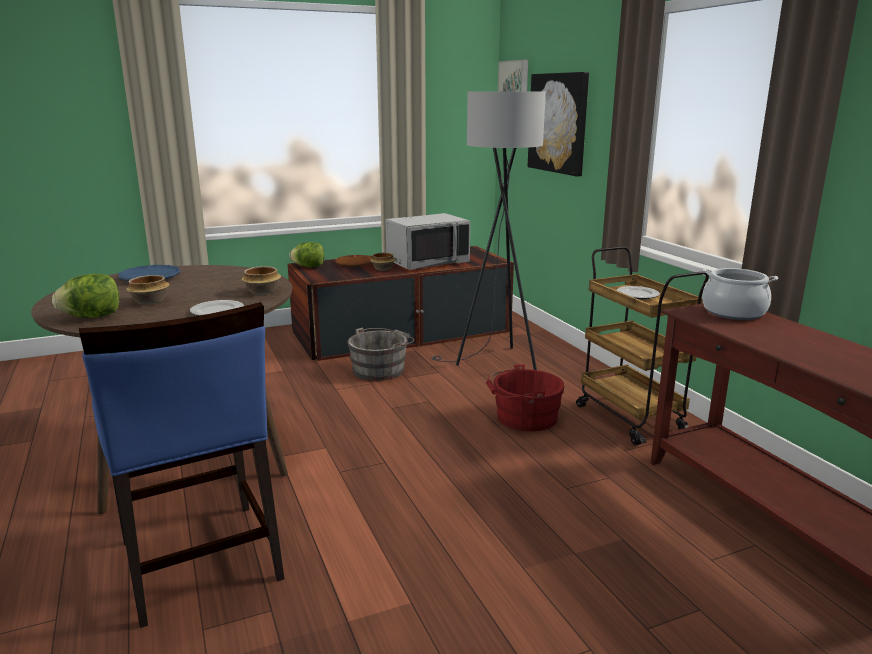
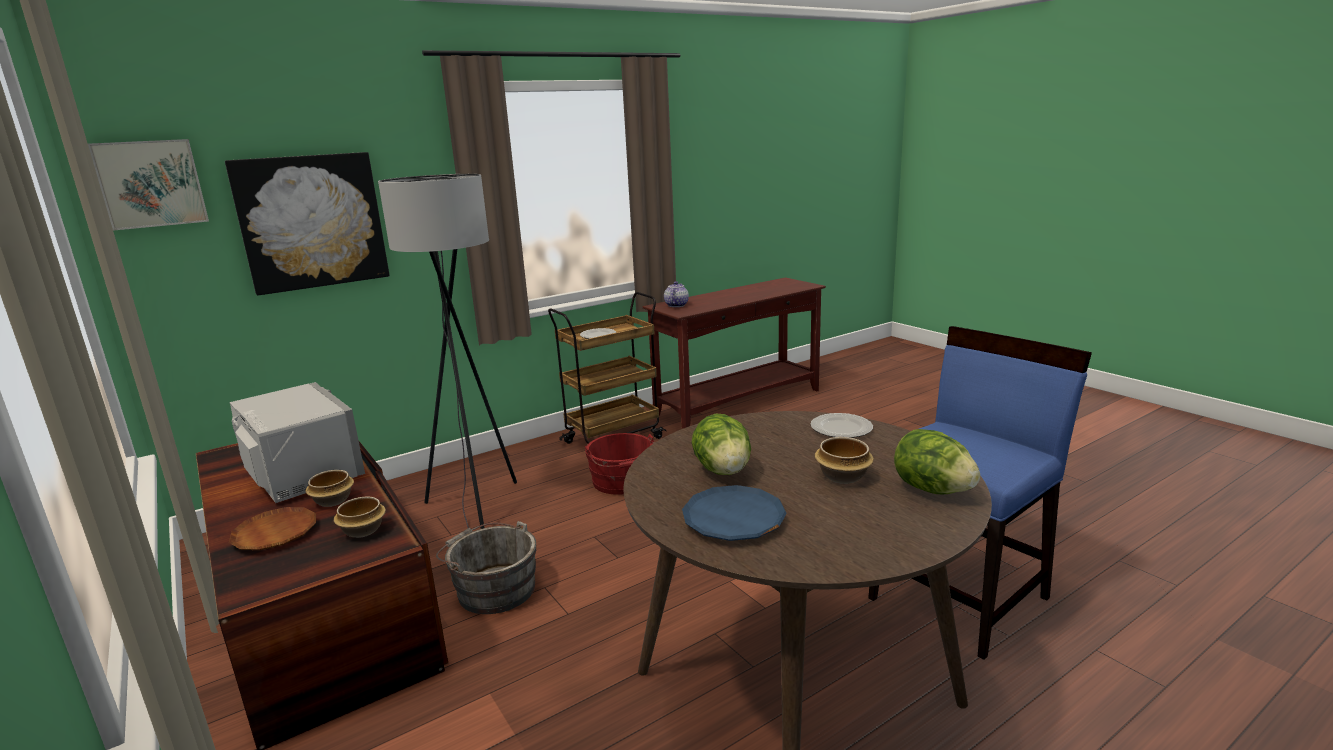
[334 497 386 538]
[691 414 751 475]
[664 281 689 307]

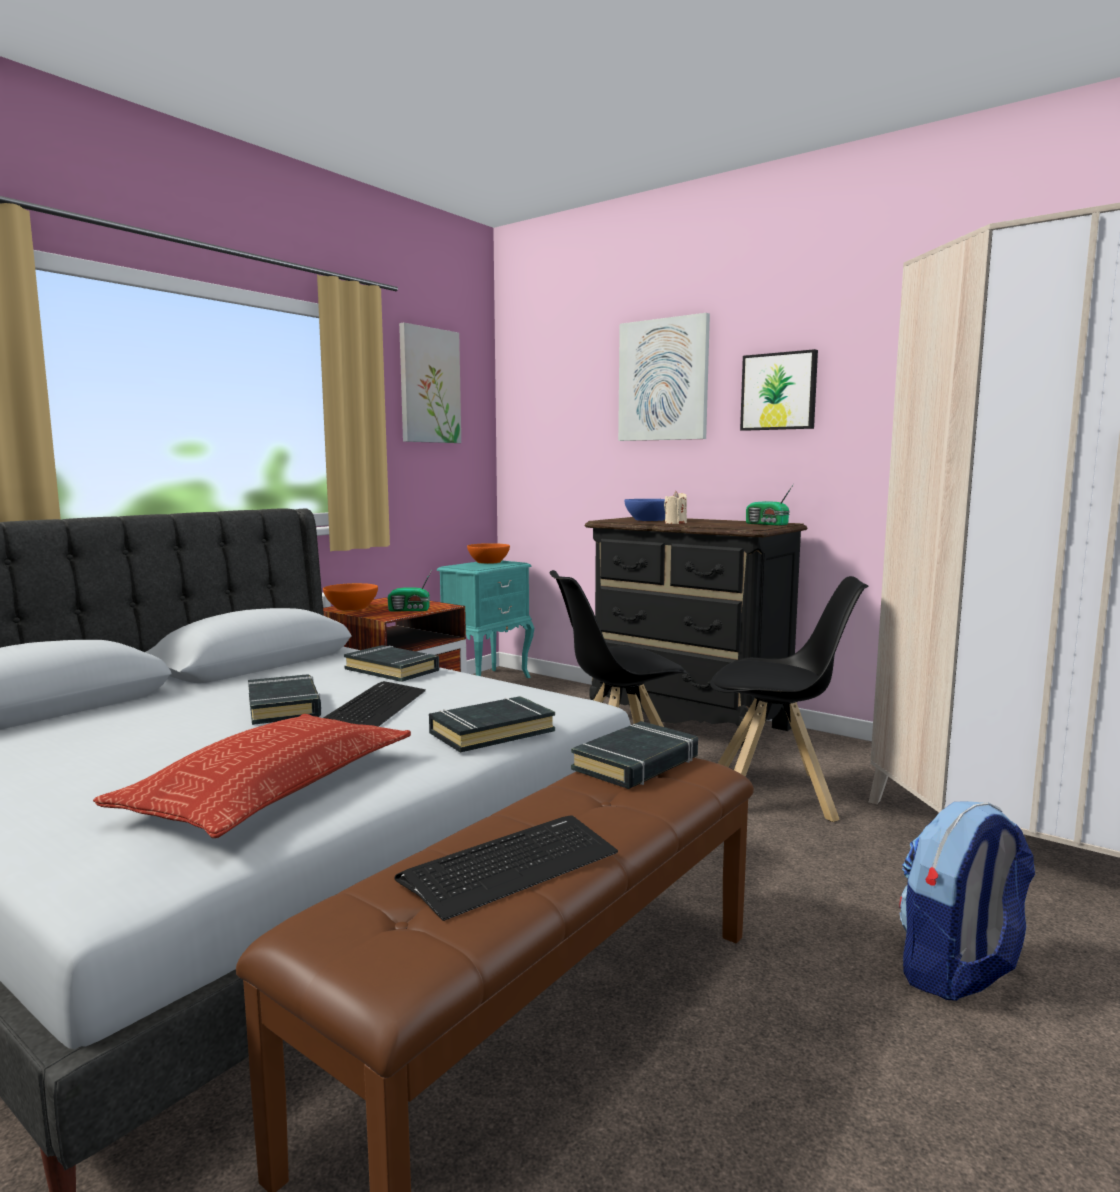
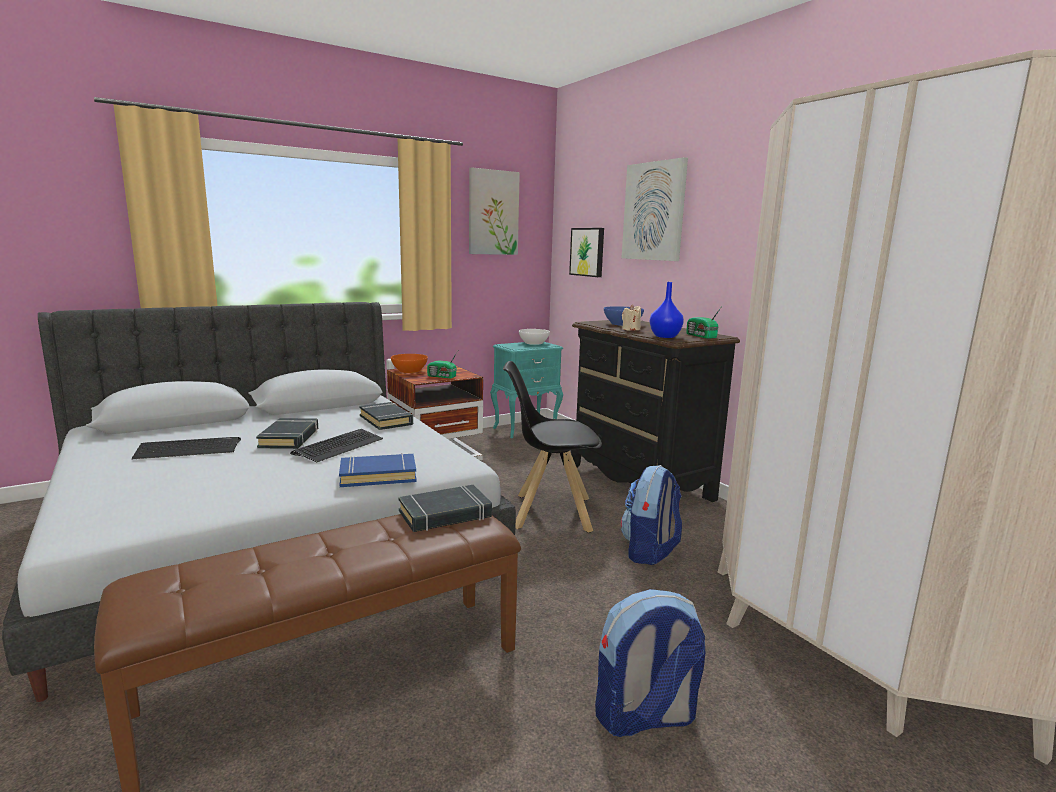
[93 714 411 838] (first image)
[132 437 241 459]
[339 453 417 487]
[519 329 550 345]
[621 465 682 565]
[569 228 604 277]
[650 282 684 338]

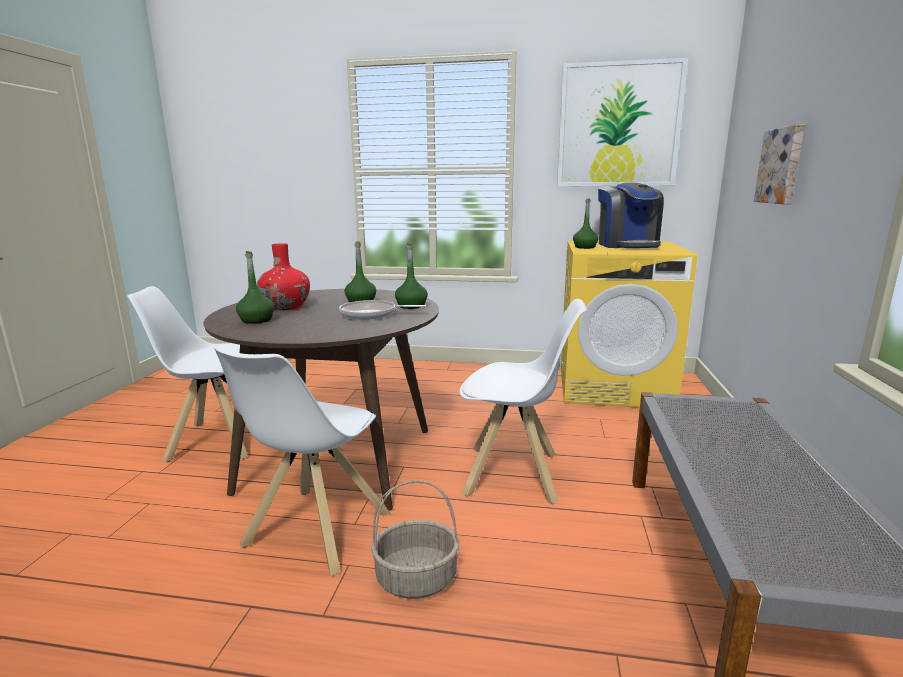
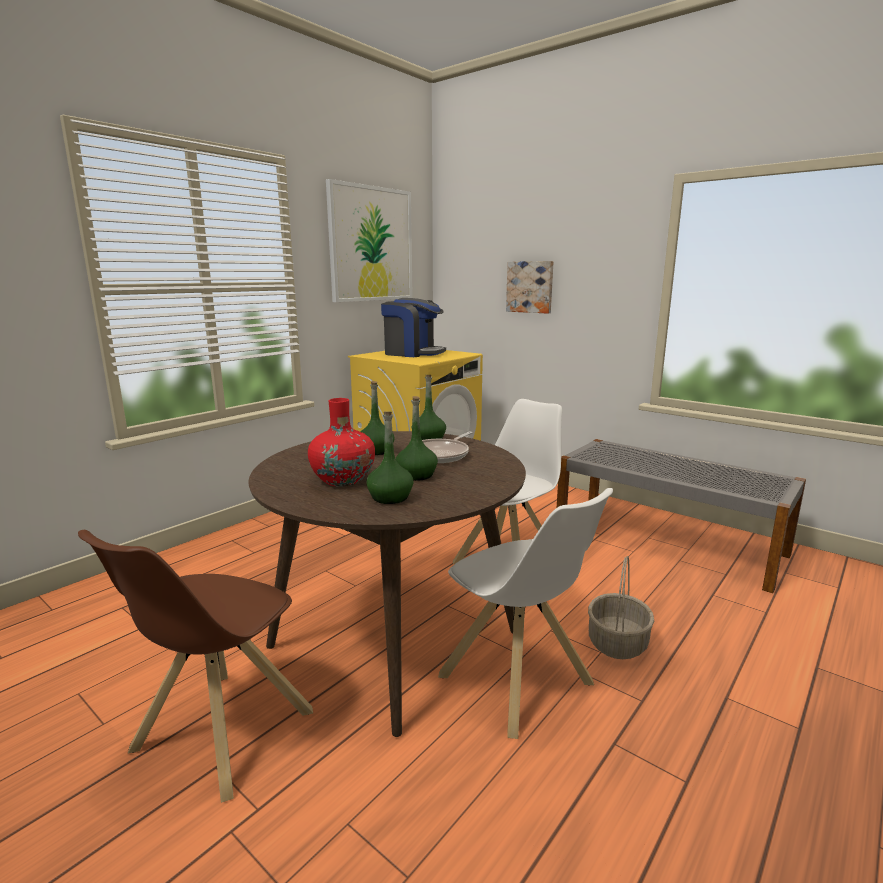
[78 530 313 803]
[396 396 438 481]

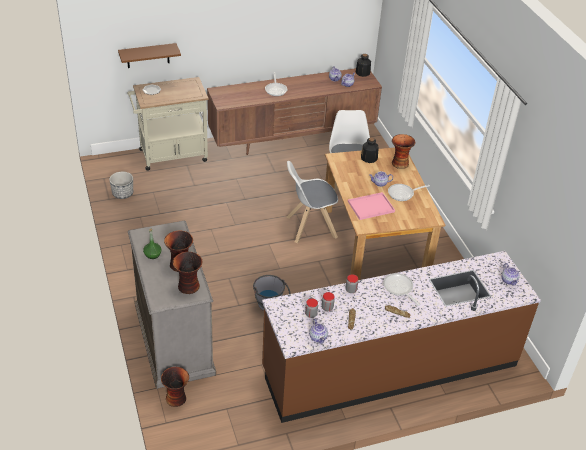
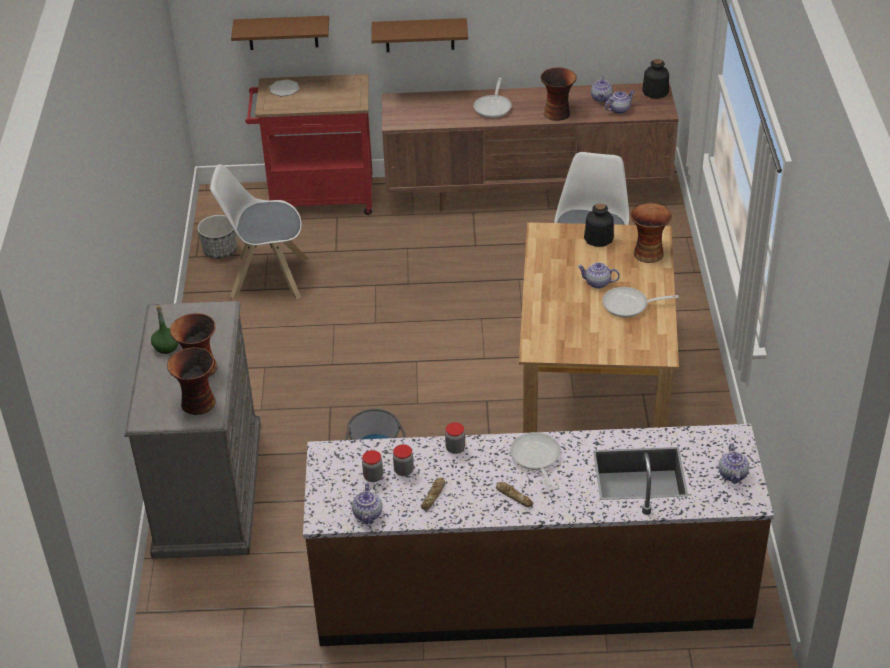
[245 74 372 215]
[541 67 577 121]
[210 164 309 299]
[348 192 395 220] (first image)
[371 18 468 52]

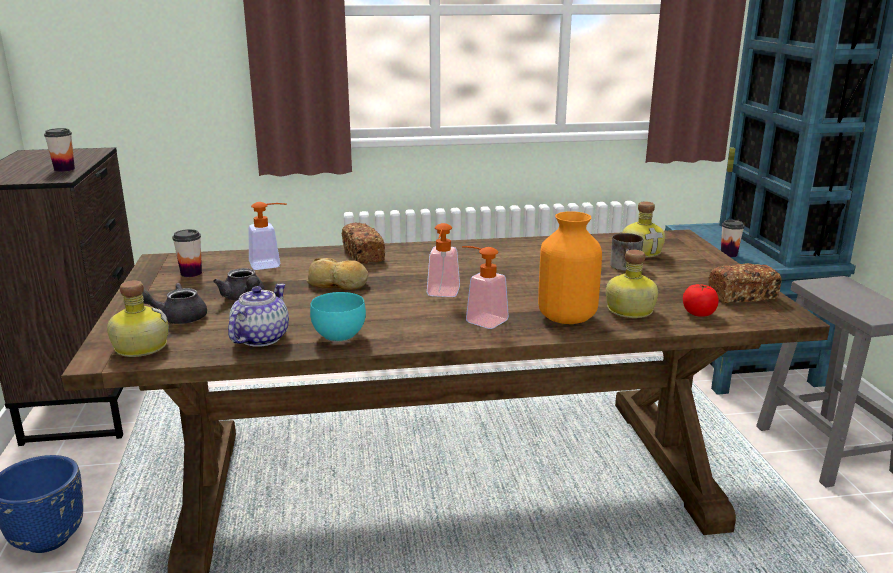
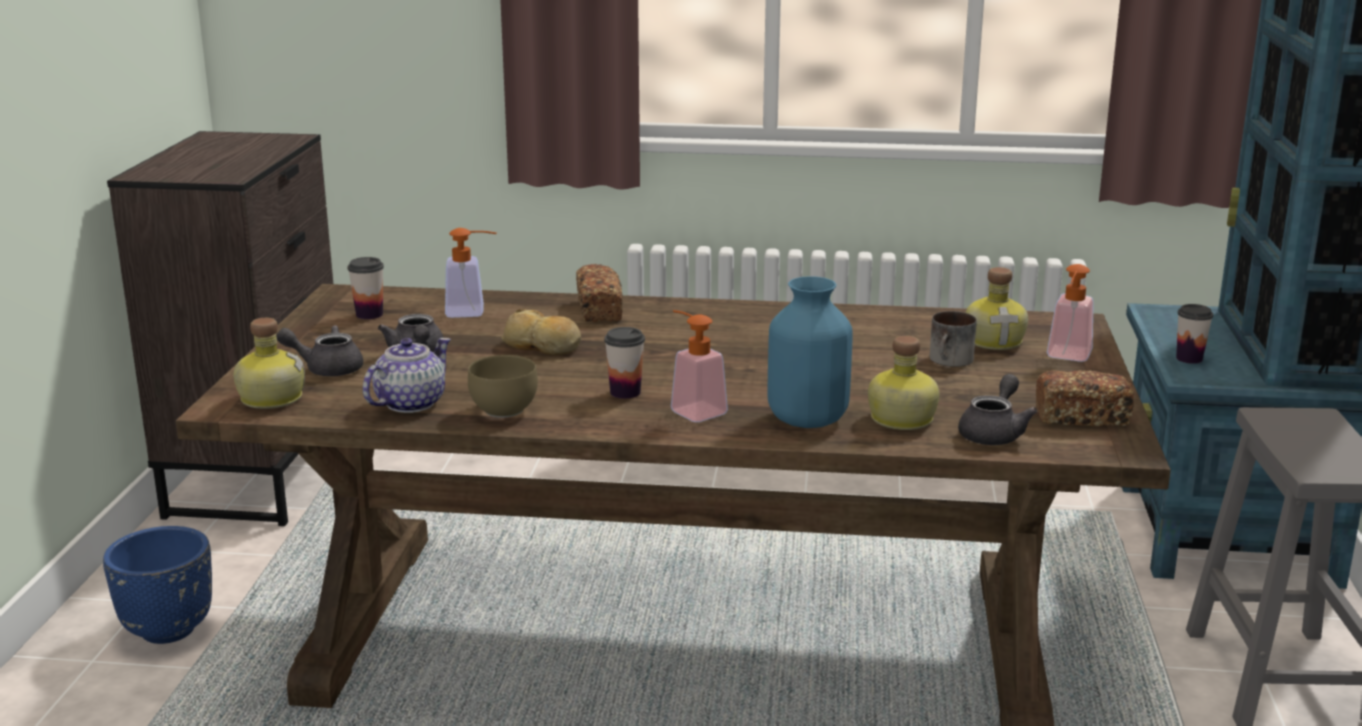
[604 327 645 399]
[468 355 538 418]
[1047 264 1094 362]
[768 276 853 428]
[958 374 1037 445]

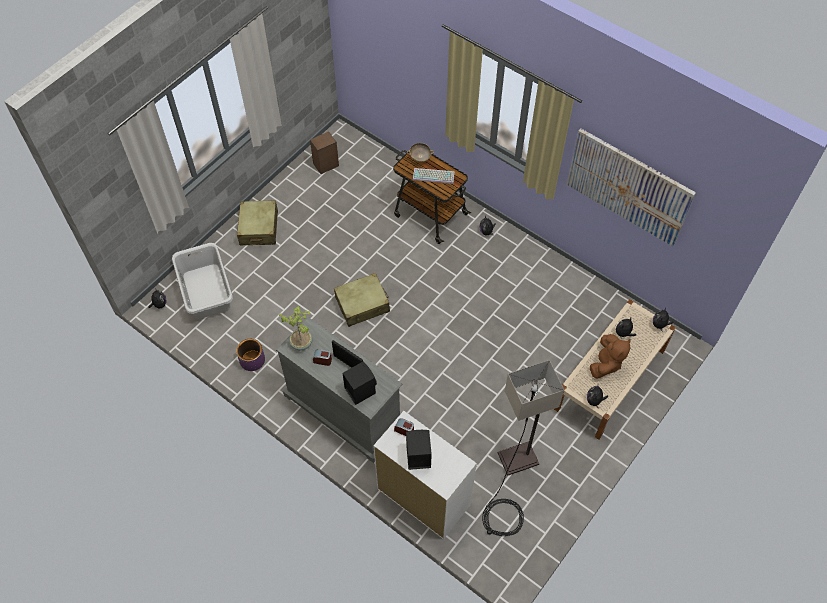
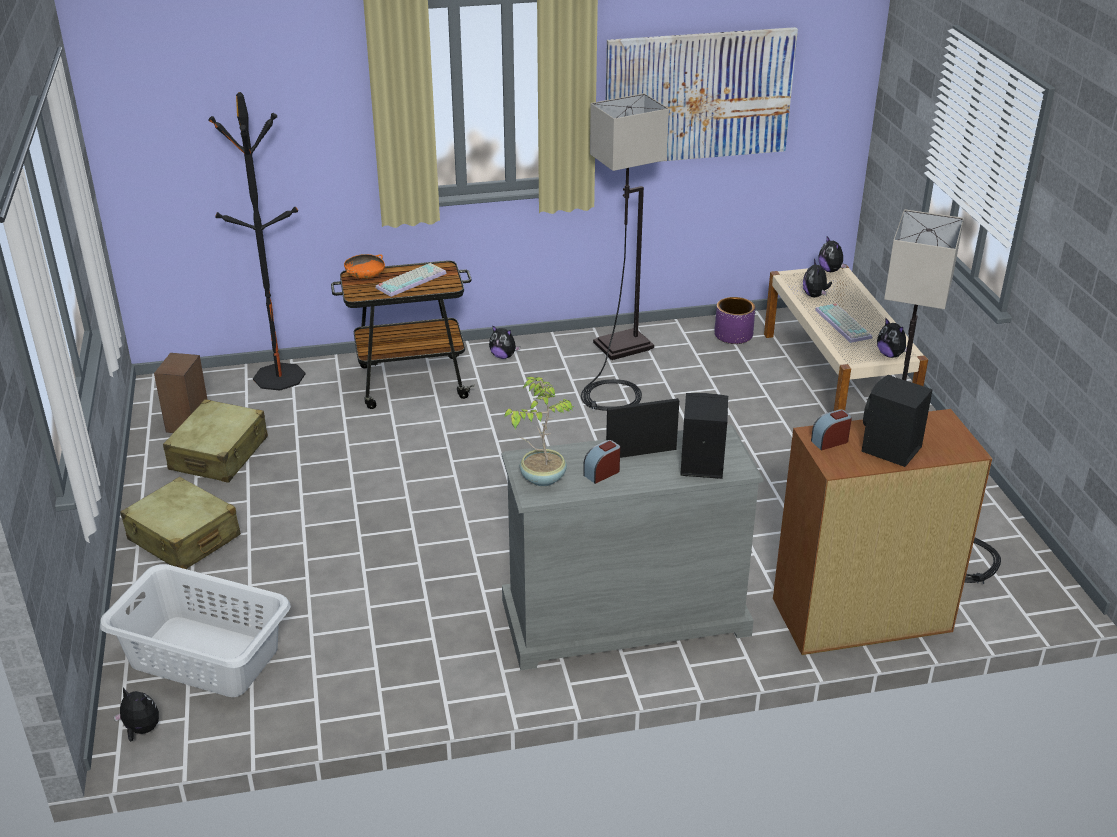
[714 297 755 344]
[163 399 268 483]
[773 409 992 655]
[344 254 385 280]
[815 303 872 343]
[208 92 305 391]
[581 93 669 411]

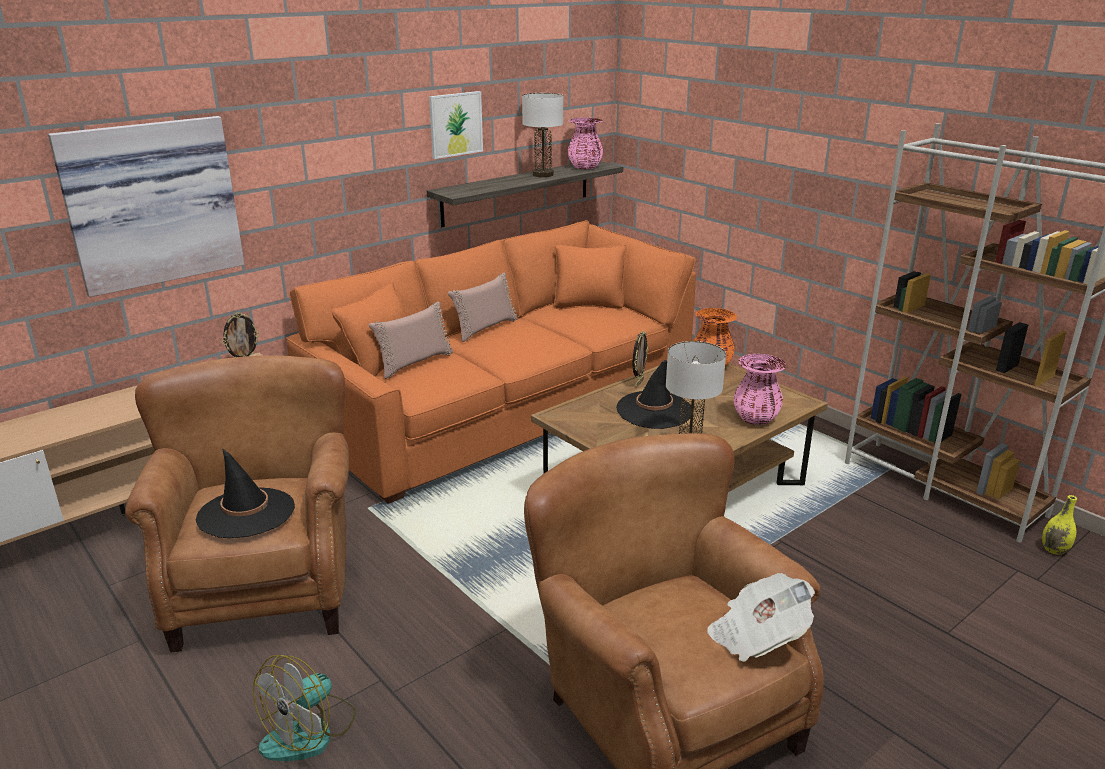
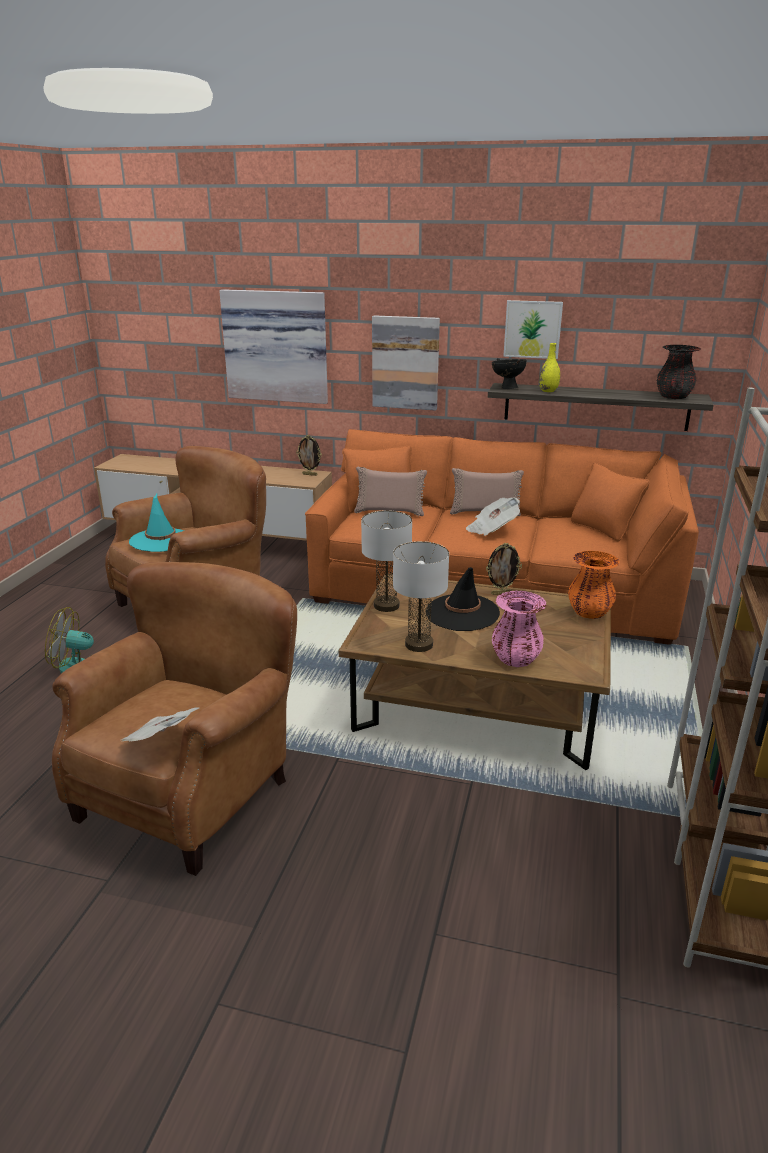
[129 494 184 552]
[361 510 412 612]
[657 345 701 399]
[539 343 560 392]
[372 315 440 411]
[466 498 520 536]
[492 358 527 389]

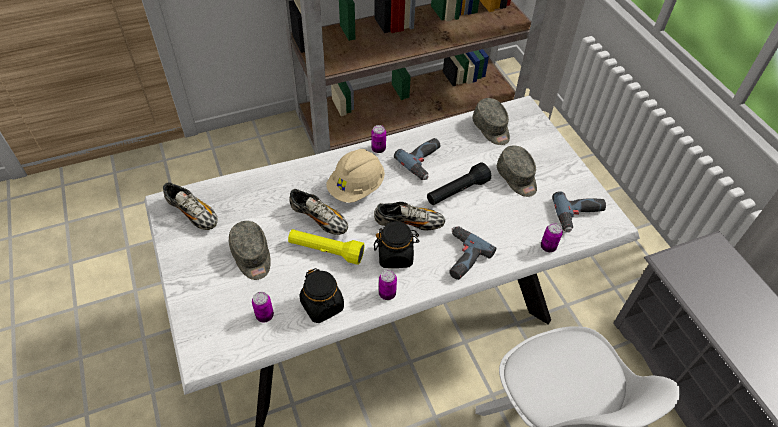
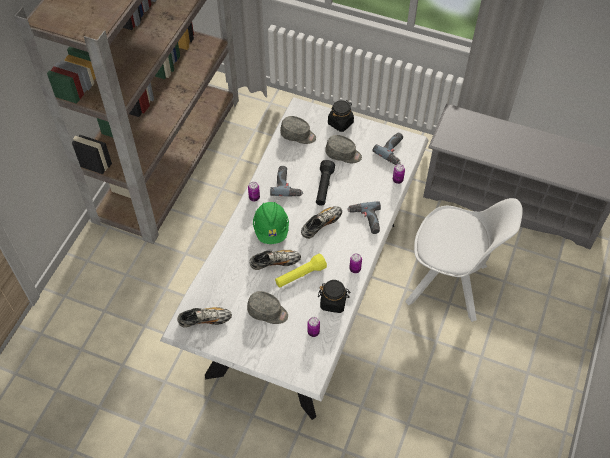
[253 202 289 244]
[328 100 354 132]

